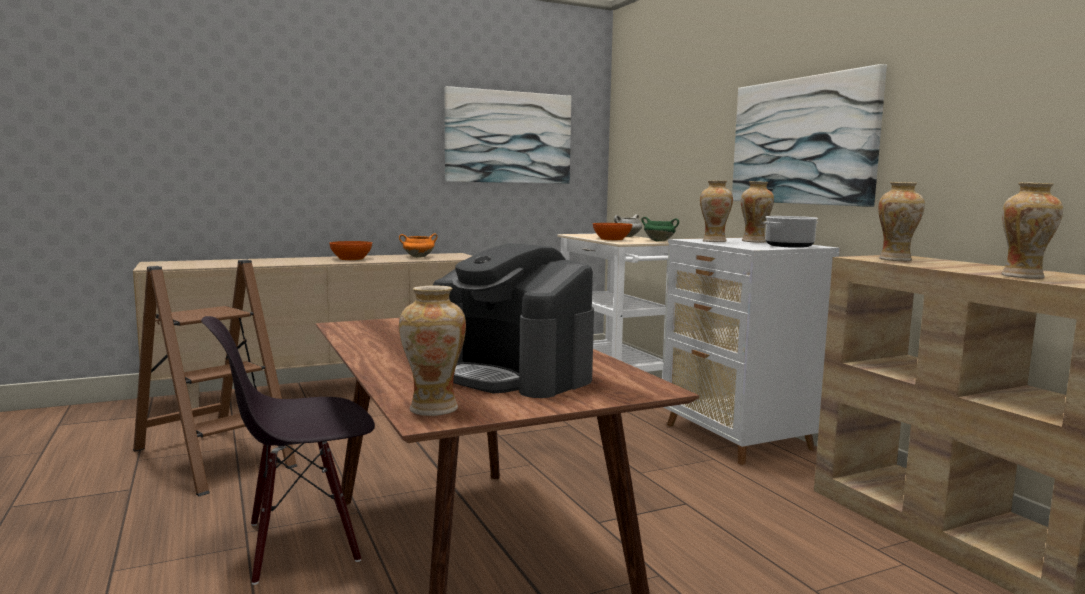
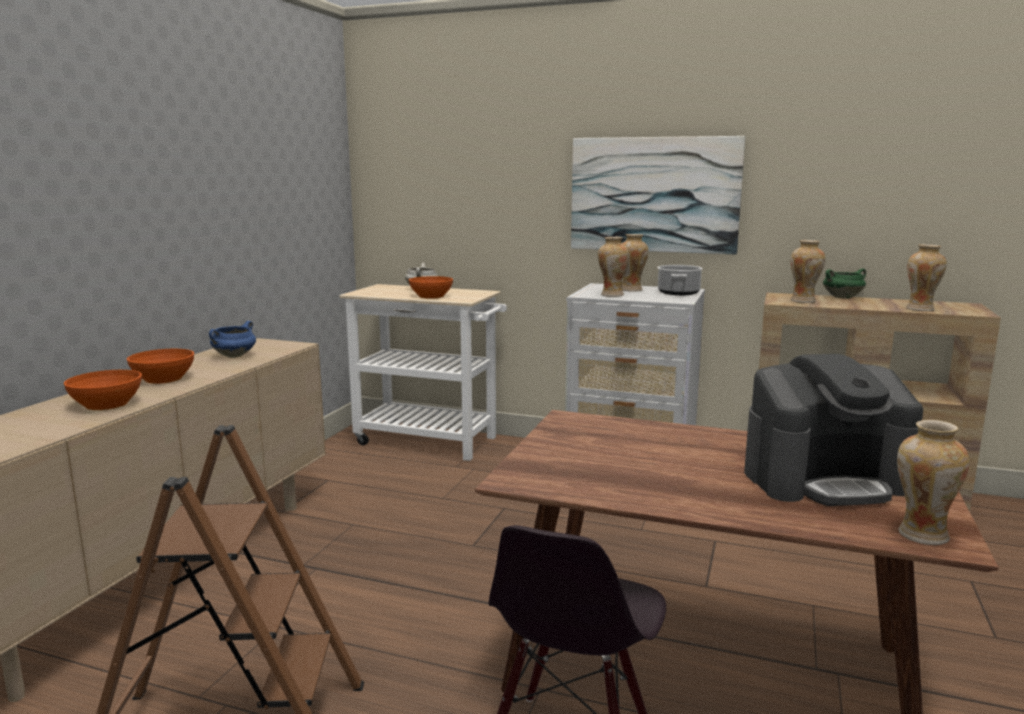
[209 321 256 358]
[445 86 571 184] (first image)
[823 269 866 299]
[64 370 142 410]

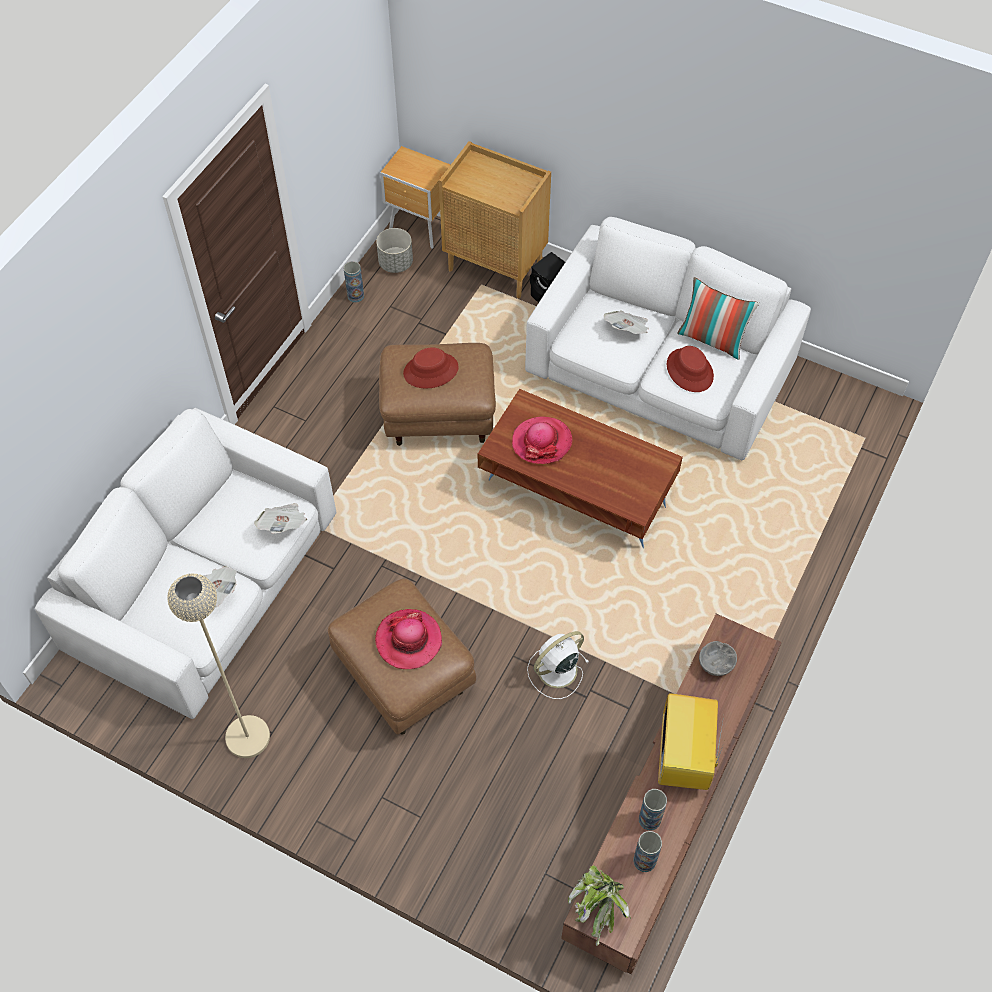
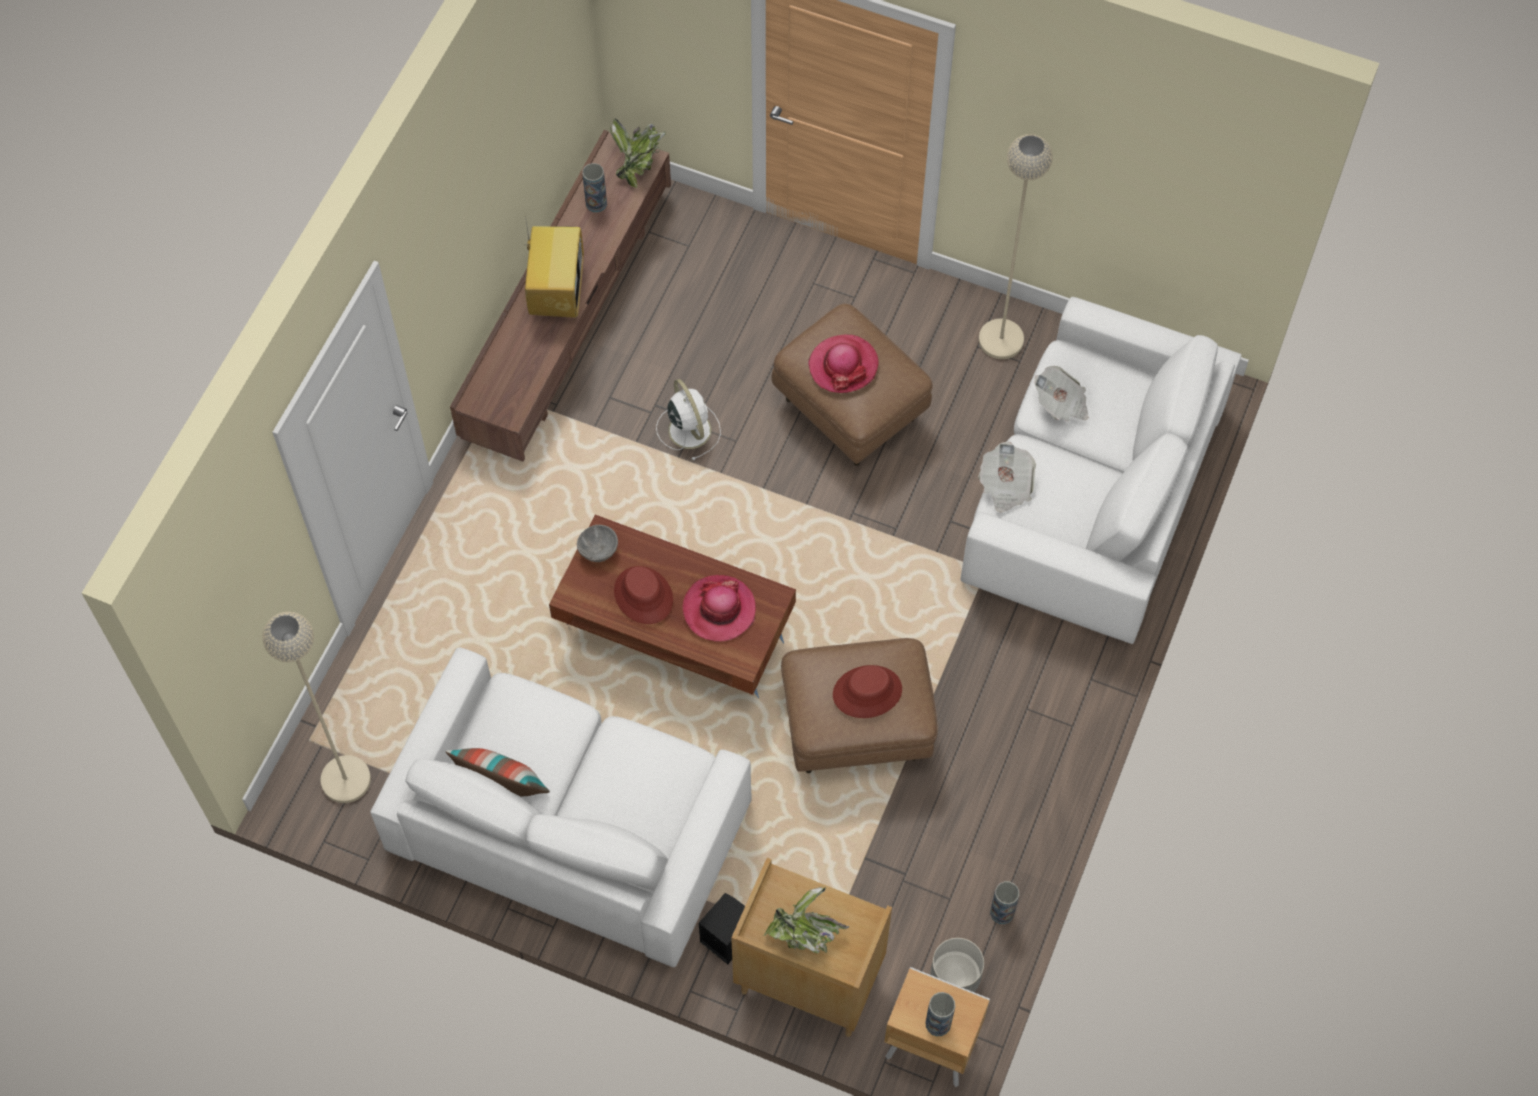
[656 379 721 460]
[604 310 649 334] (first image)
[925 992 955 1036]
[614 566 673 624]
[577 525 618 562]
[262 612 371 803]
[763 887 849 953]

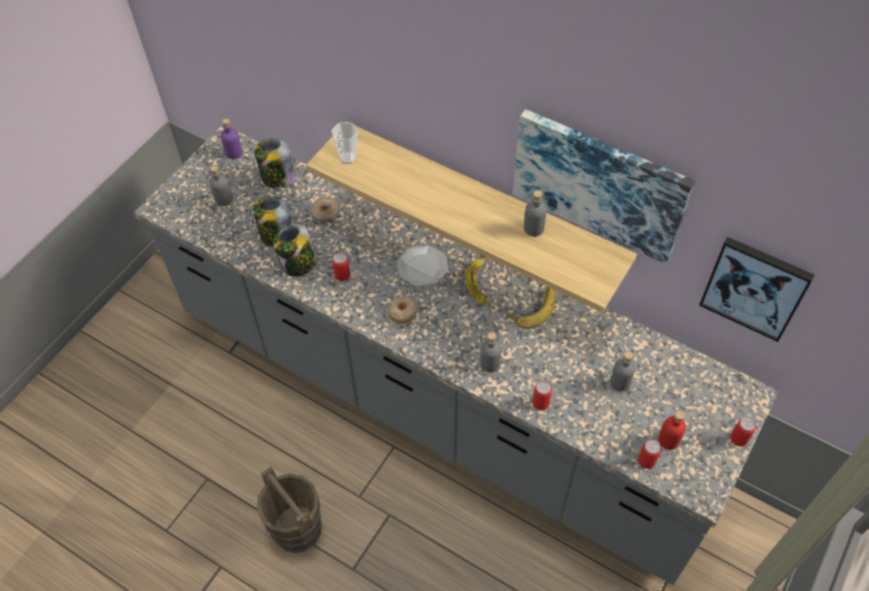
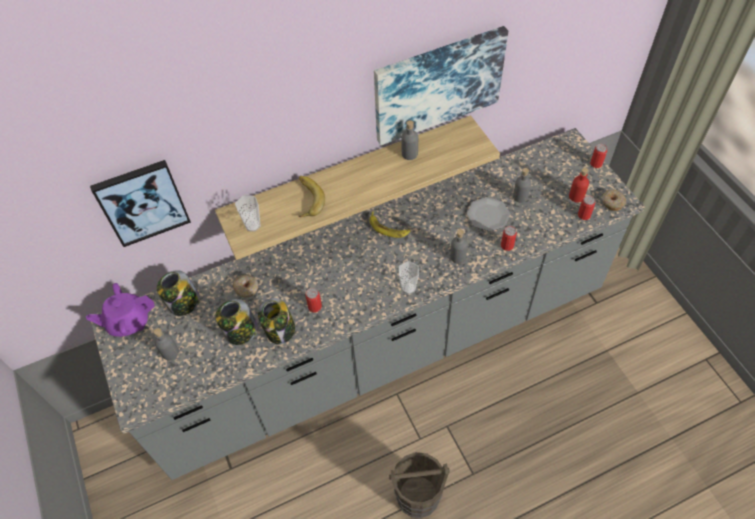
[86 283 155 337]
[602 190 626 211]
[467 197 510 231]
[299 176 325 217]
[90 160 191 247]
[399 261 419 294]

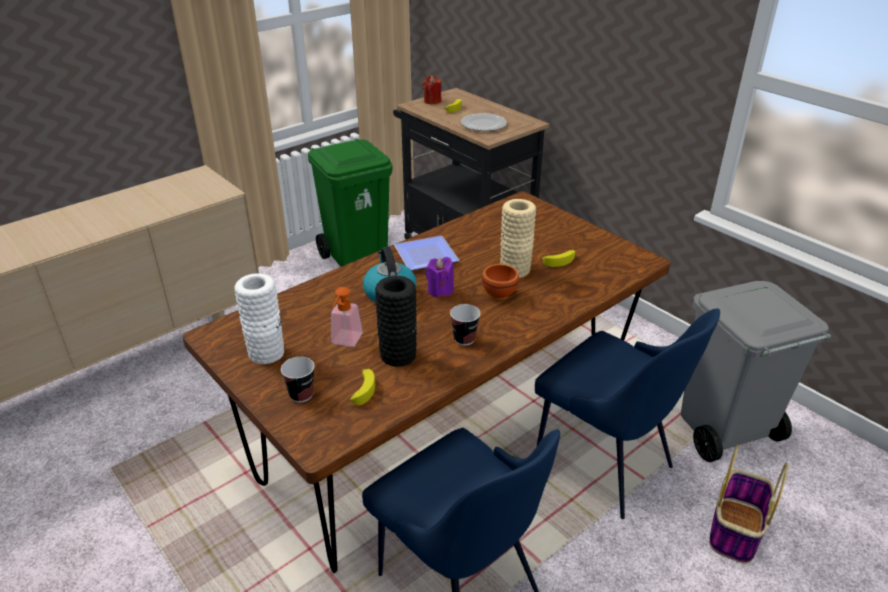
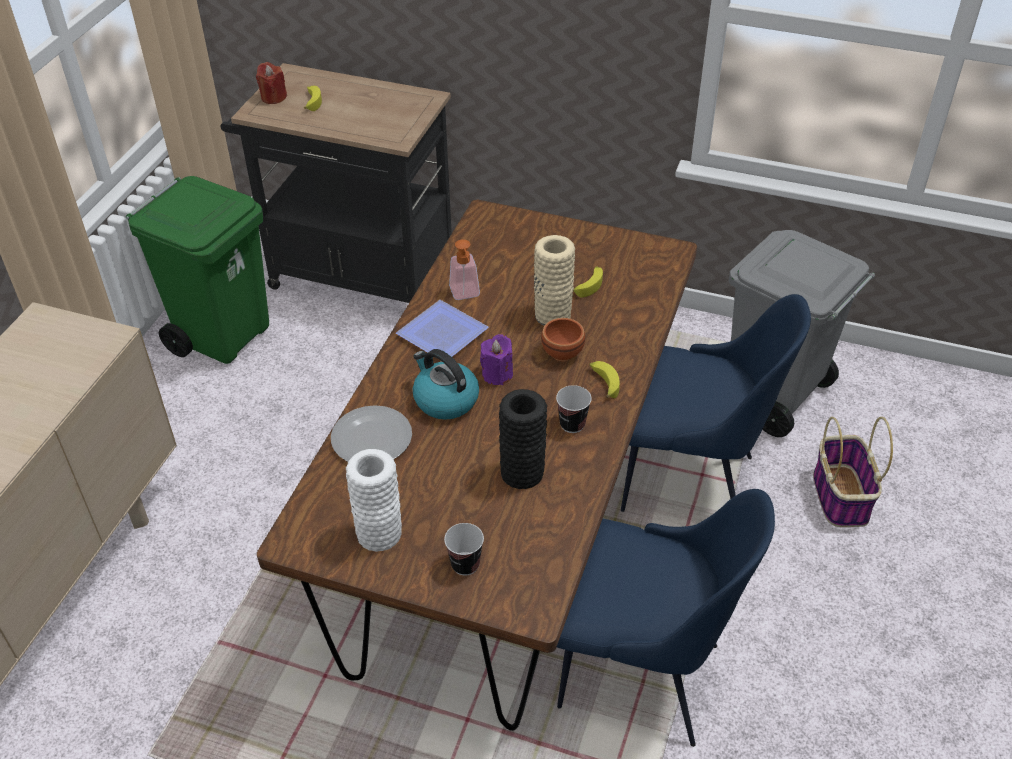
[449 239 480 300]
[590 361 620 398]
[331 405 412 462]

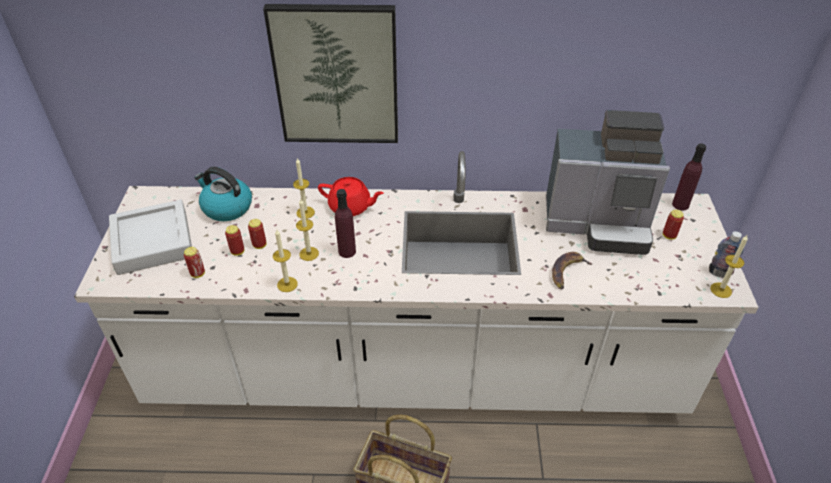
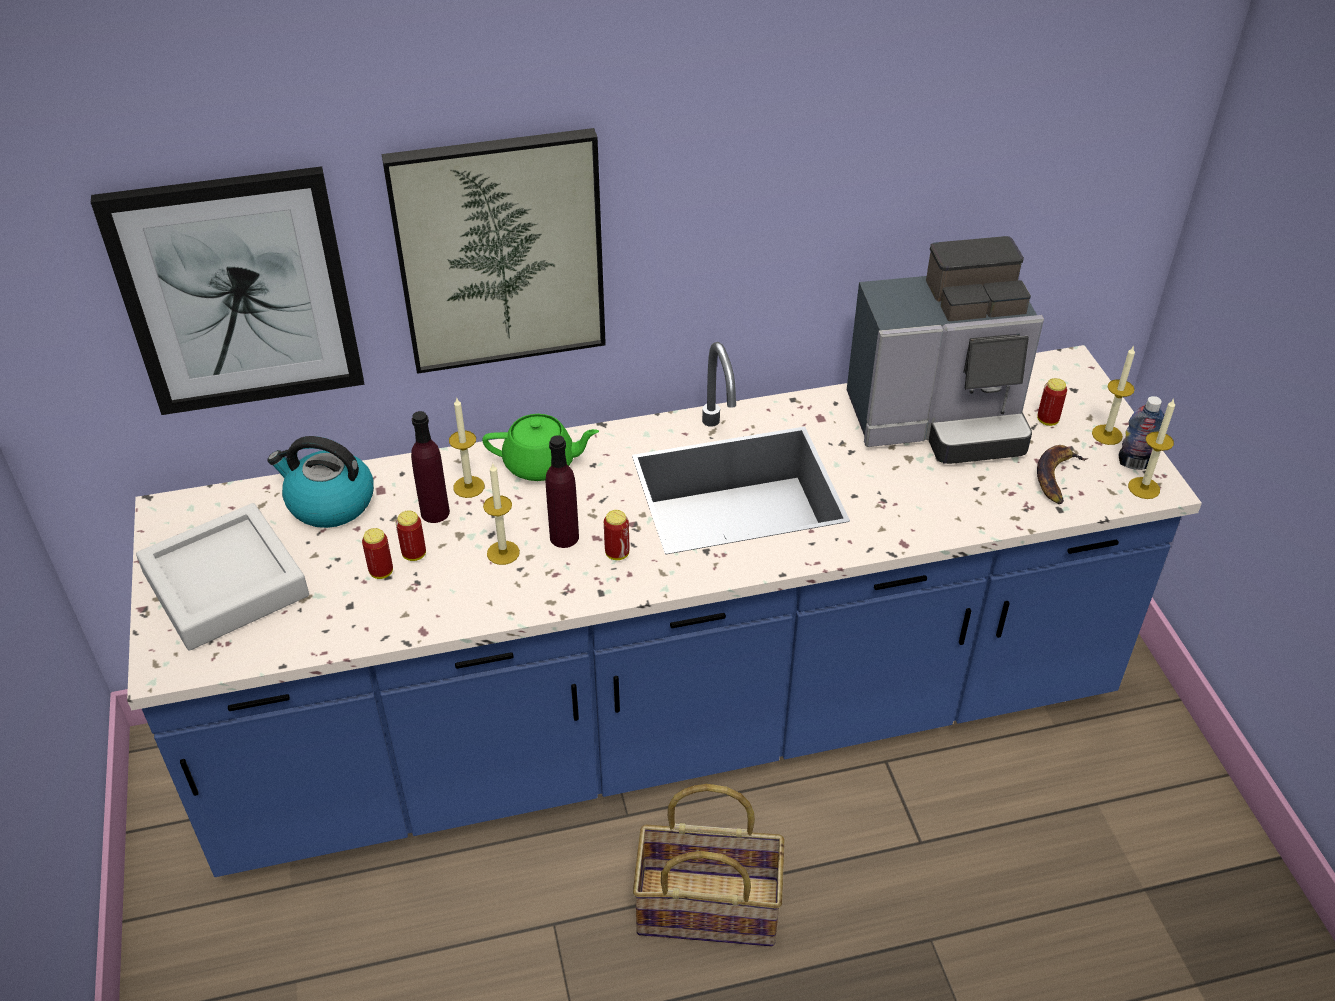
[127 342 1202 877]
[604 510 629 560]
[1092 345 1135 445]
[482 414 599 481]
[1037 445 1088 504]
[411 411 450 523]
[91 166 364 415]

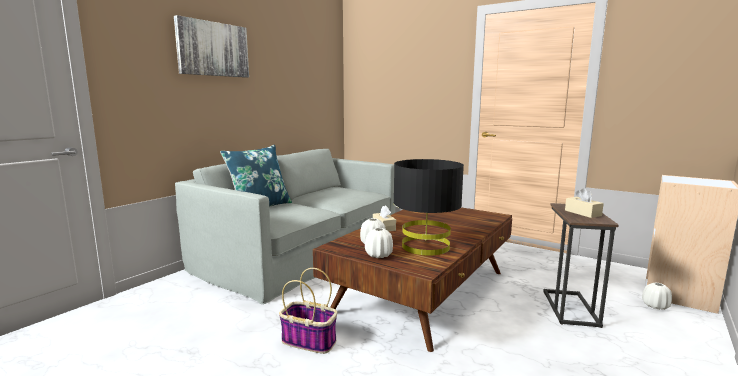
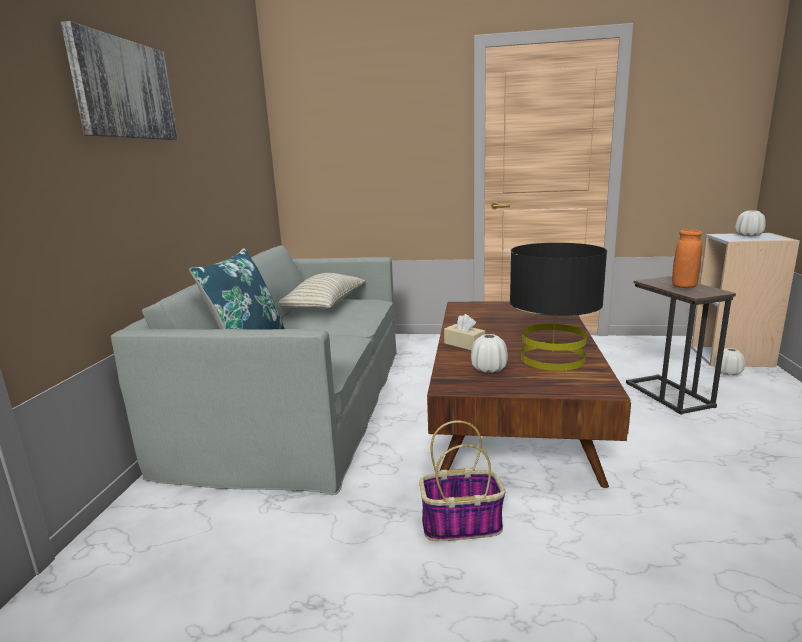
[735 210 766 236]
[672 229 703 288]
[279 273 365 310]

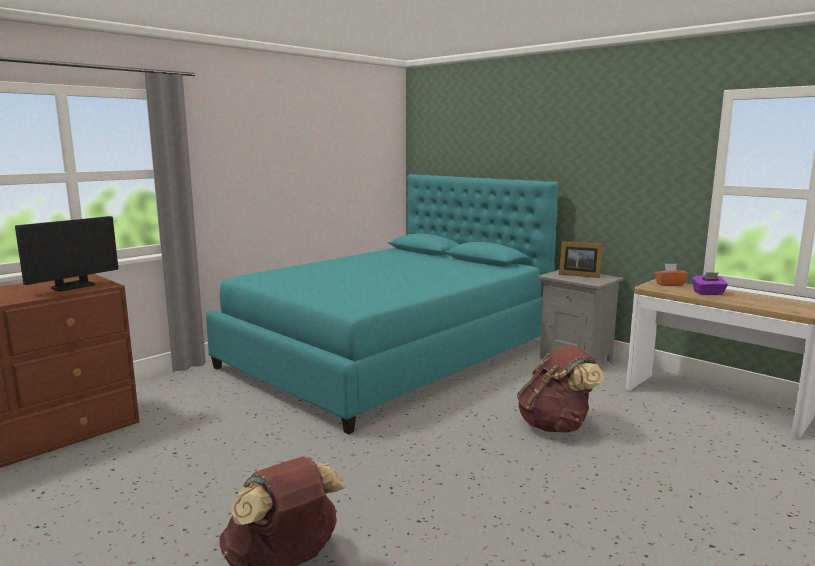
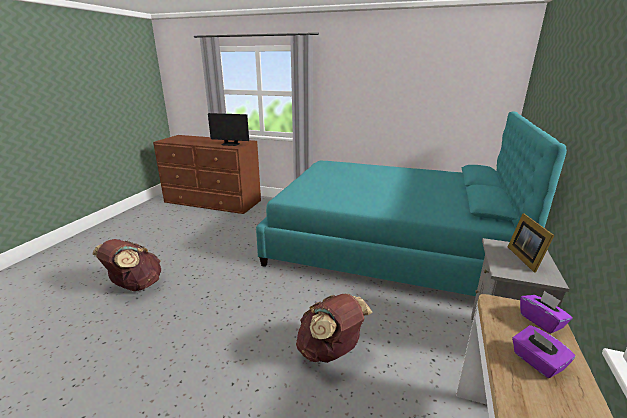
[520 291 573 334]

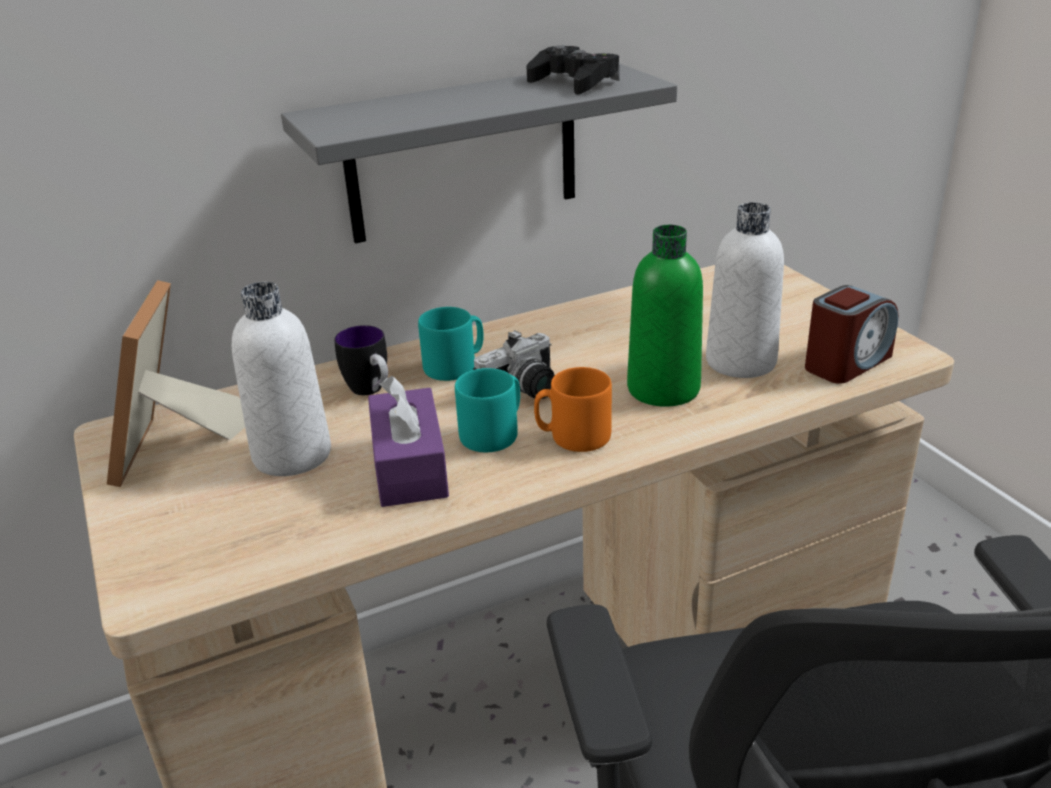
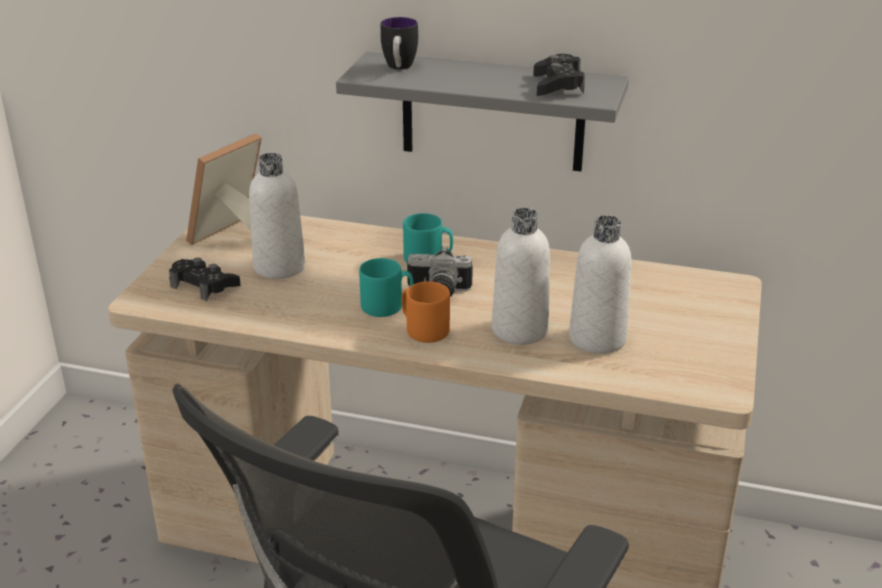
[380 17 418 70]
[368 376 449 507] (first image)
[492 208 550 345]
[805 285 898 384] (first image)
[169 258 240 301]

